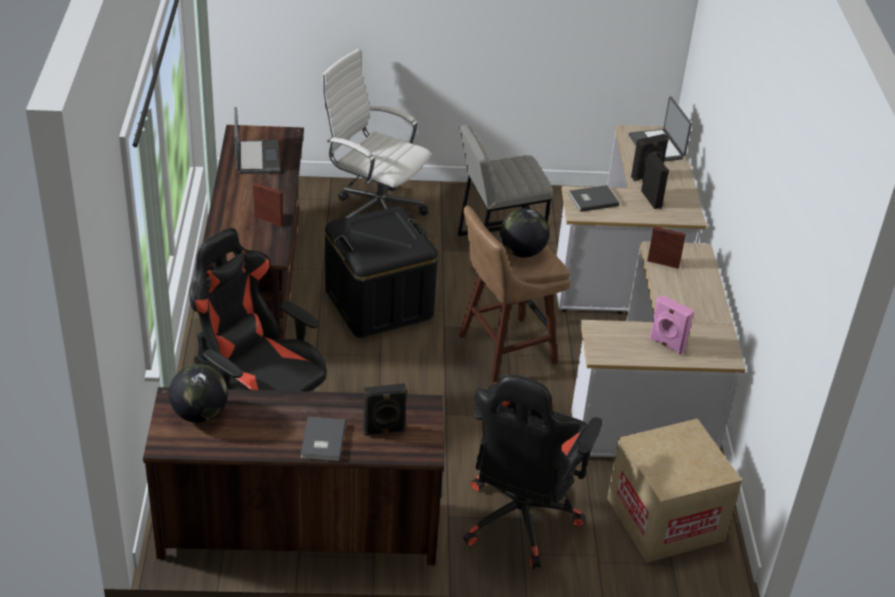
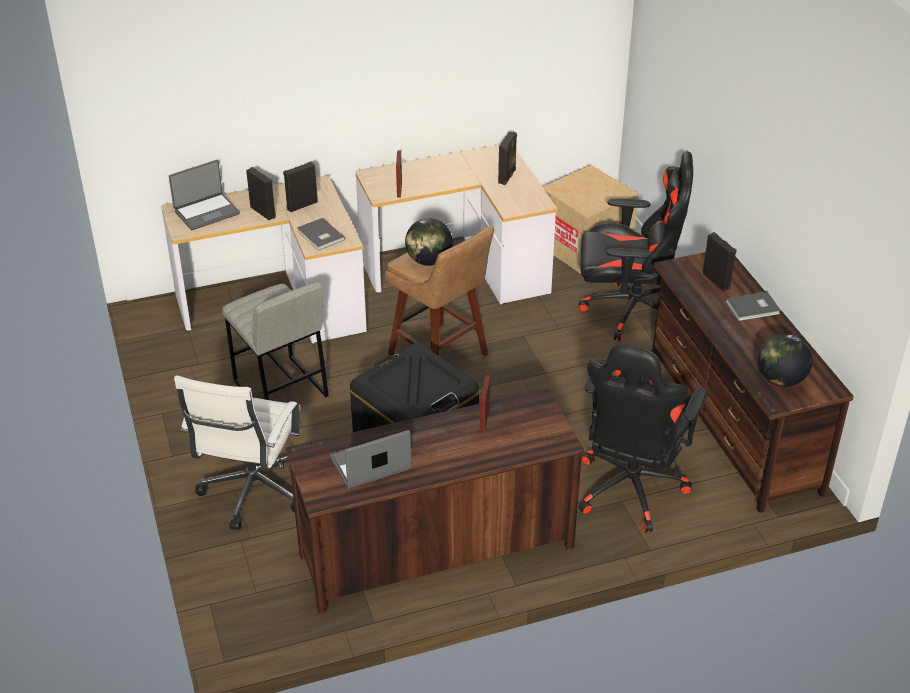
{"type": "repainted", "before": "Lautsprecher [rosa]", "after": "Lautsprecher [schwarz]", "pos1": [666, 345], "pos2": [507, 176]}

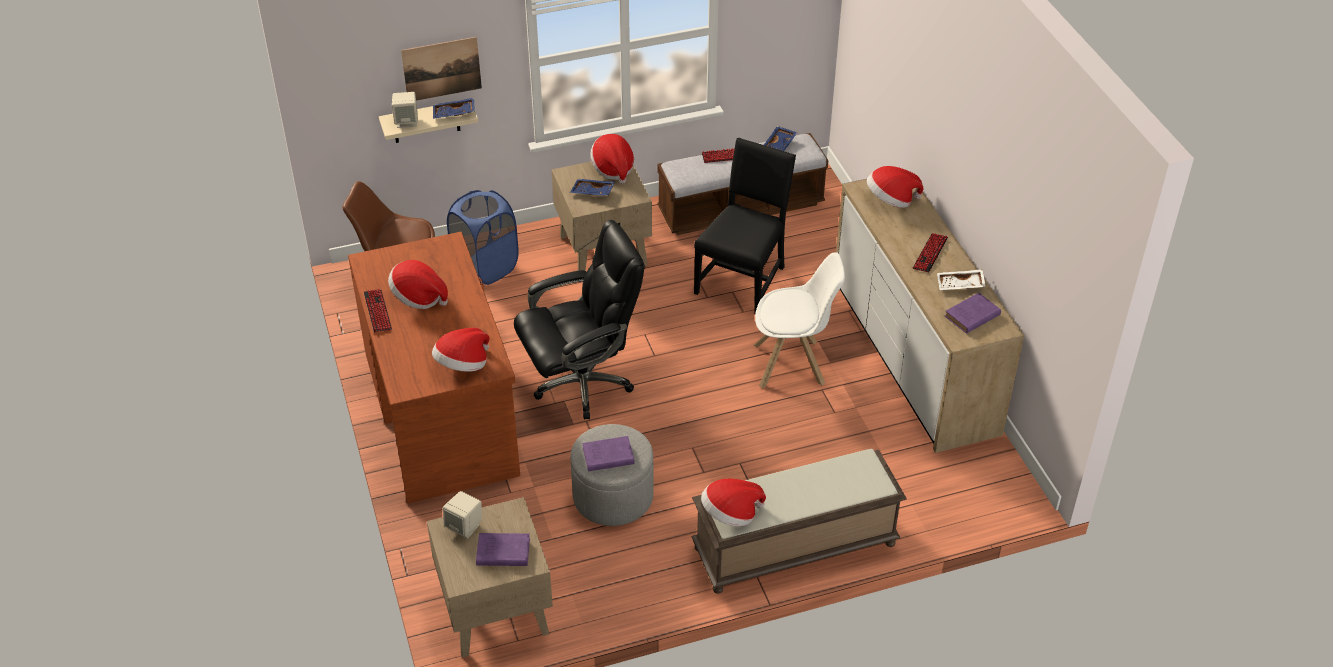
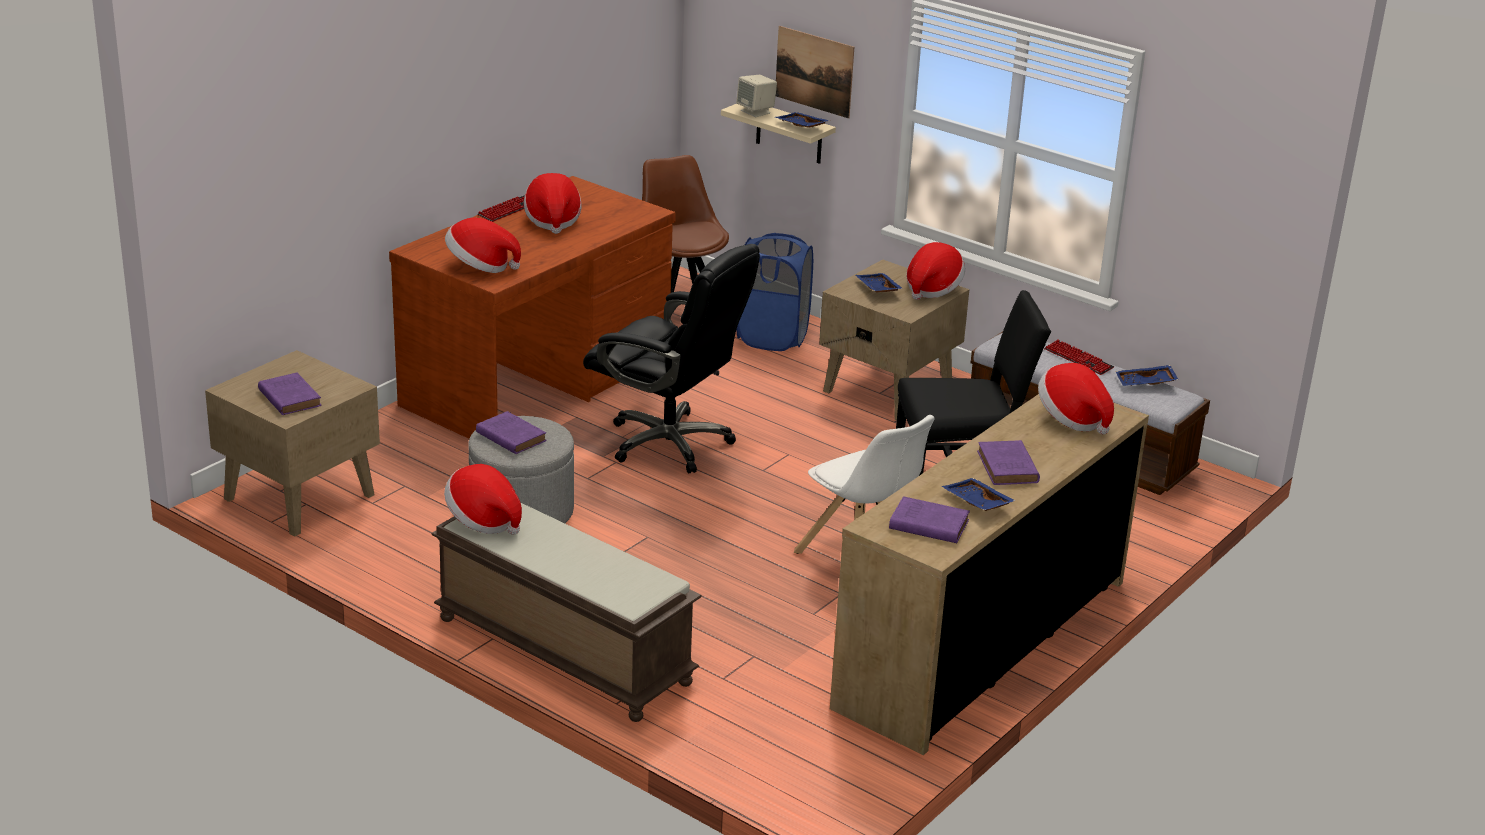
{"type": "repainted", "before": "Tablett [weiß]", "after": "Tablett [blau]", "pos1": [960, 285], "pos2": [976, 503]}
{"type": "swapped", "before": "Tastatur", "after": "Buch [lila]", "pos1": [930, 253], "pos2": [1008, 468]}
{"type": "gone", "before": "Lautsprecher [beige]", "pos1": [464, 526]}

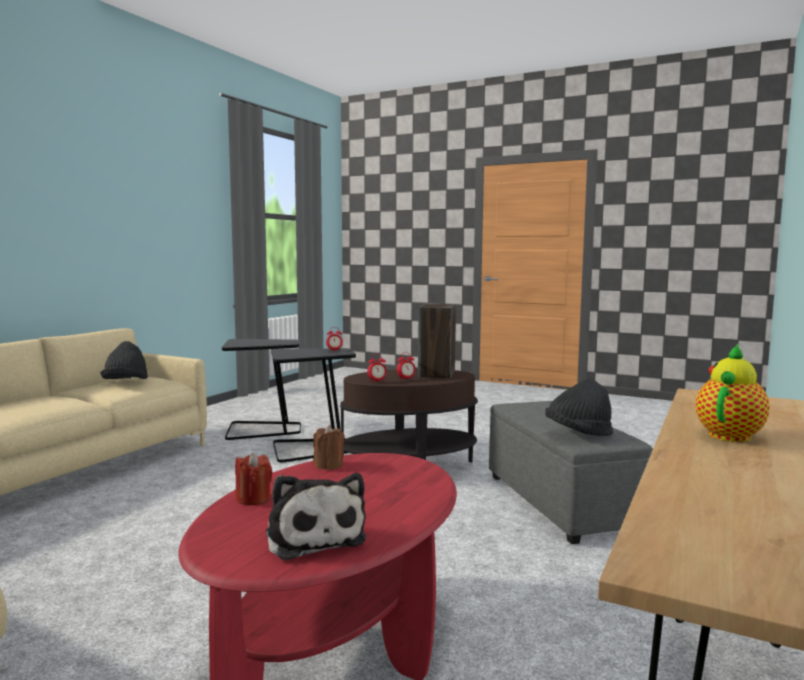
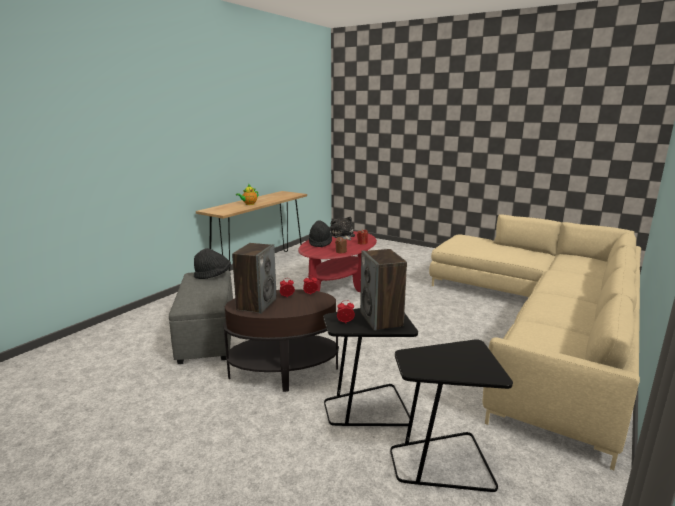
{"type": "shifted", "before": "Hut [schwarz]", "pos1": [126, 383], "pos2": [320, 243]}
{"type": "new", "after": "Lautsprecher", "pos2": [381, 319]}

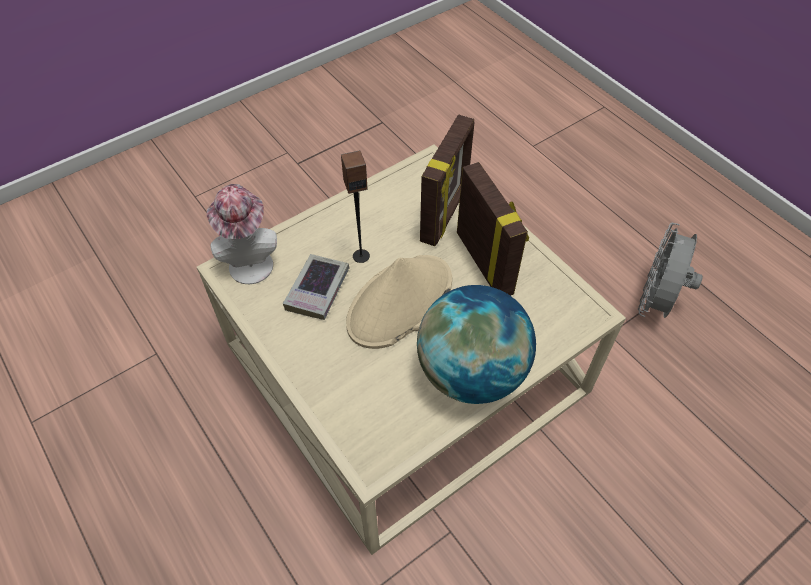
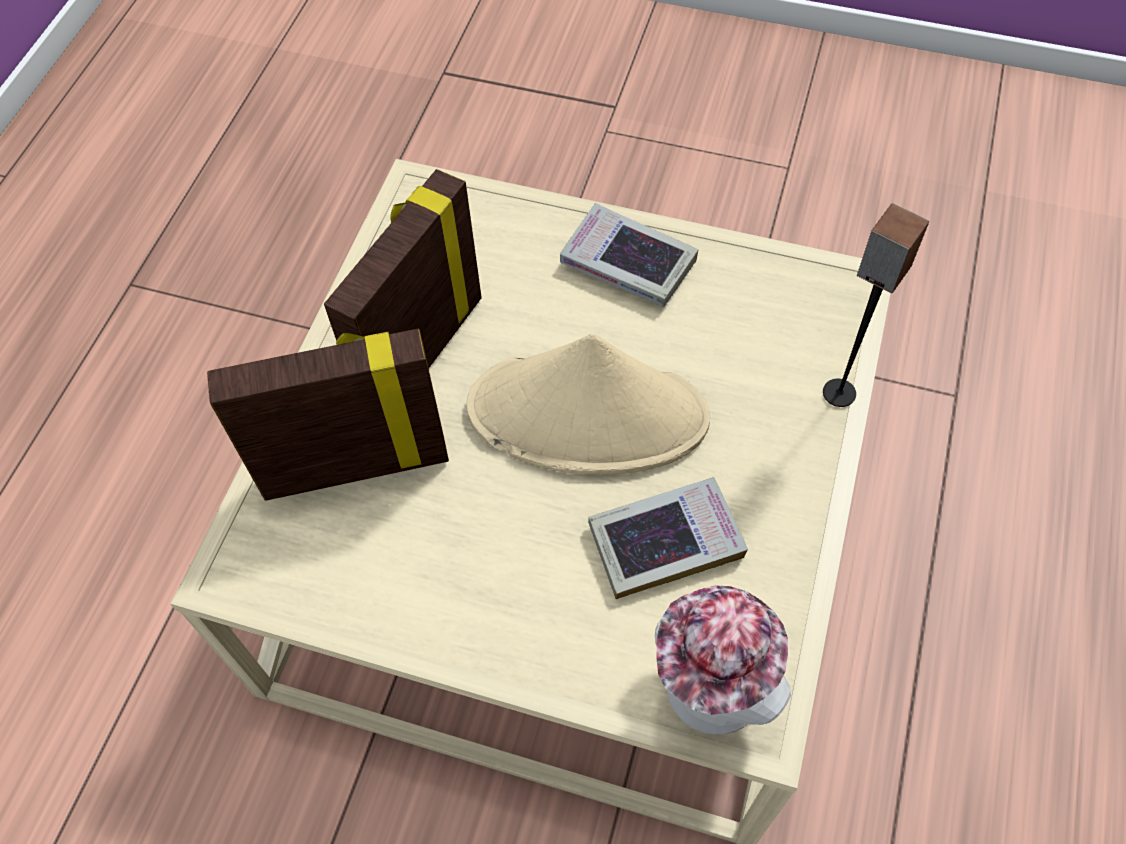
{"type": "swapped", "before": "Globus", "after": "Buch", "pos1": [471, 373], "pos2": [628, 263]}
{"type": "shifted", "before": "Lautsprecher", "pos1": [361, 255], "pos2": [838, 393]}
{"type": "gone", "before": "Ventilator [grau]", "pos1": [656, 302]}

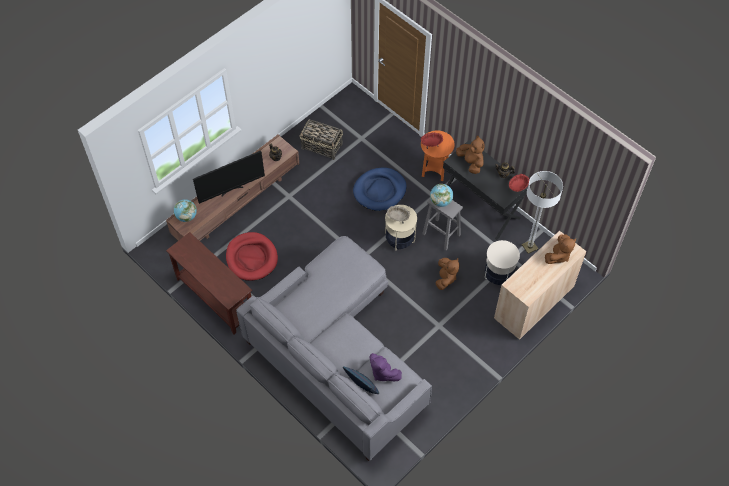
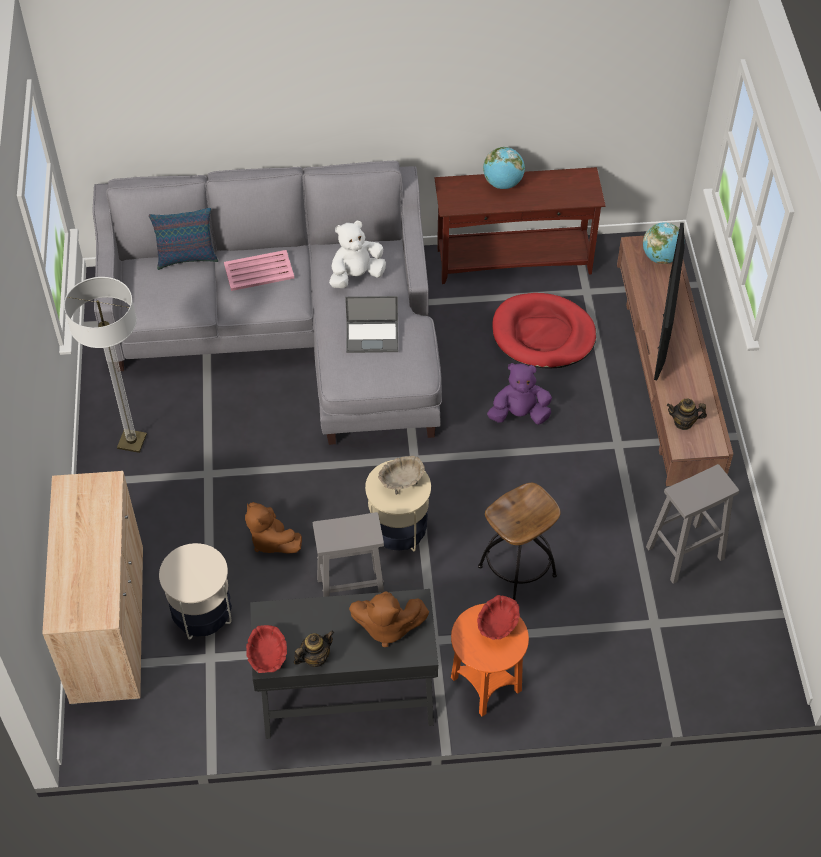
{"type": "shifted", "before": "Stehlampe", "pos1": [529, 247], "pos2": [132, 441]}
{"type": "new", "after": "Tablett [rosa]", "pos2": [258, 271]}
{"type": "new", "after": "Plüschtier [weiß]", "pos2": [356, 275]}
{"type": "new", "after": "Laptop", "pos2": [373, 336]}
{"type": "swapped", "before": "Hundebett [blau]", "after": "Hocker [braun]", "pos1": [380, 191], "pos2": [517, 571]}
{"type": "shifted", "before": "Globus", "pos1": [440, 201], "pos2": [503, 183]}
{"type": "shifted", "before": "Plüschtier [lila]", "pos1": [382, 373], "pos2": [519, 414]}
{"type": "swapped", "before": "Korb", "after": "Hocker [grau]", "pos1": [322, 146], "pos2": [684, 553]}
{"type": "gone", "before": "Plüschtier [braun]", "pos1": [558, 255]}

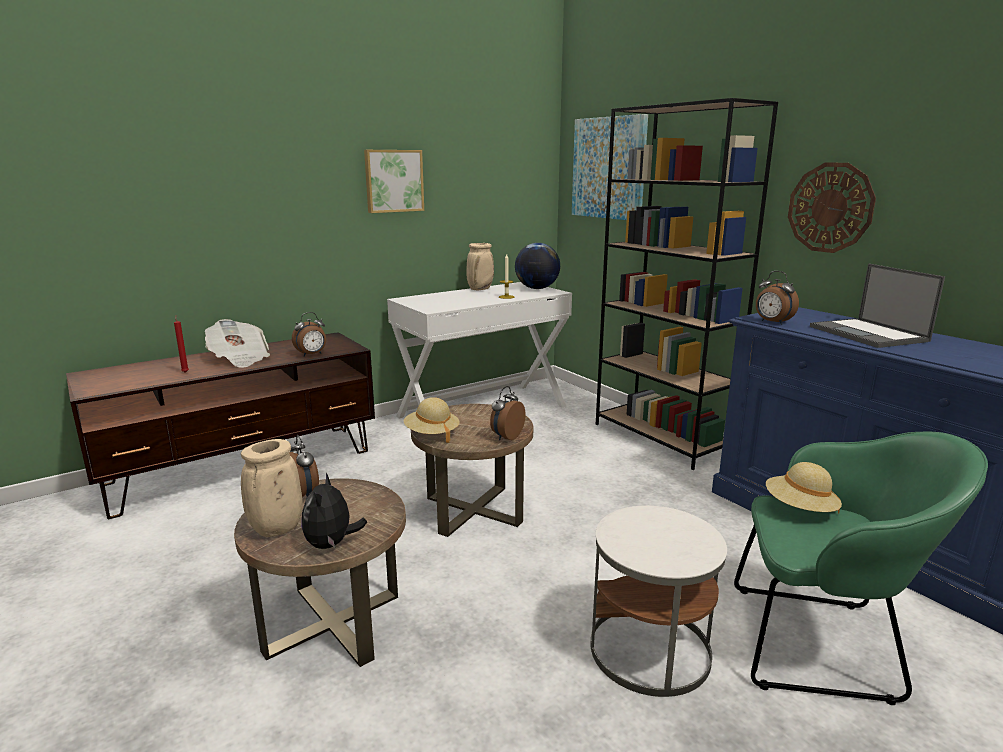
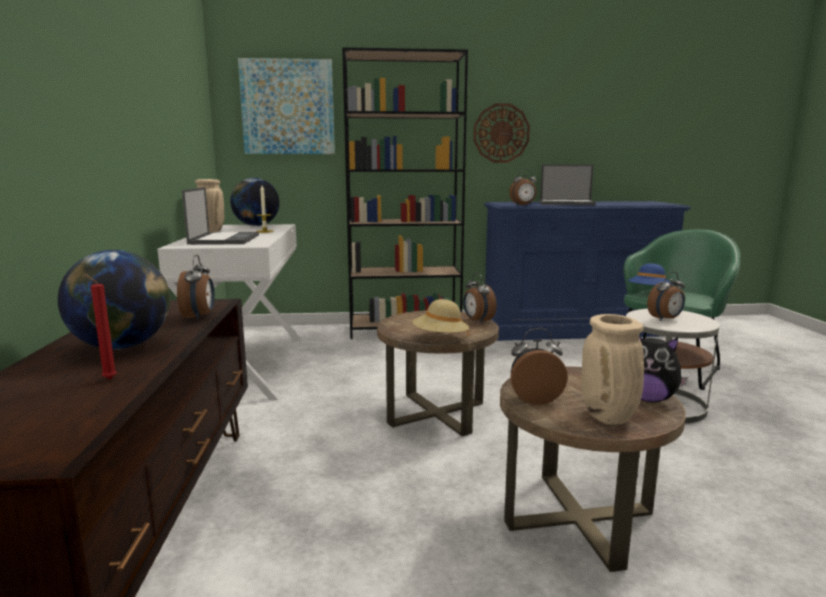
{"type": "swapped", "before": "Zeitung", "after": "Globus", "pos1": [239, 359], "pos2": [122, 347]}
{"type": "new", "after": "Laptop", "pos2": [225, 239]}
{"type": "repainted", "before": "Hut [beige]", "after": "Hut [blau]", "pos1": [800, 509], "pos2": [649, 293]}
{"type": "new", "after": "Wecker", "pos2": [665, 319]}
{"type": "gone", "before": "Bild", "pos1": [393, 181]}

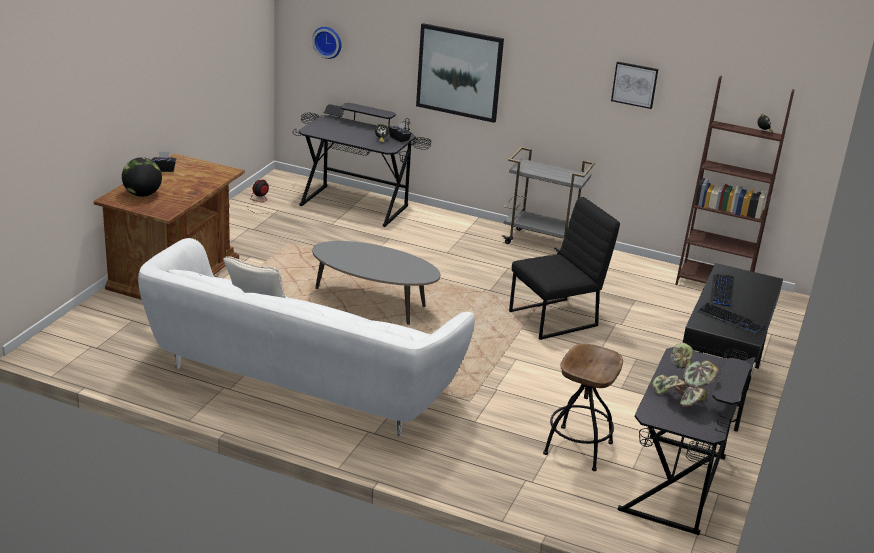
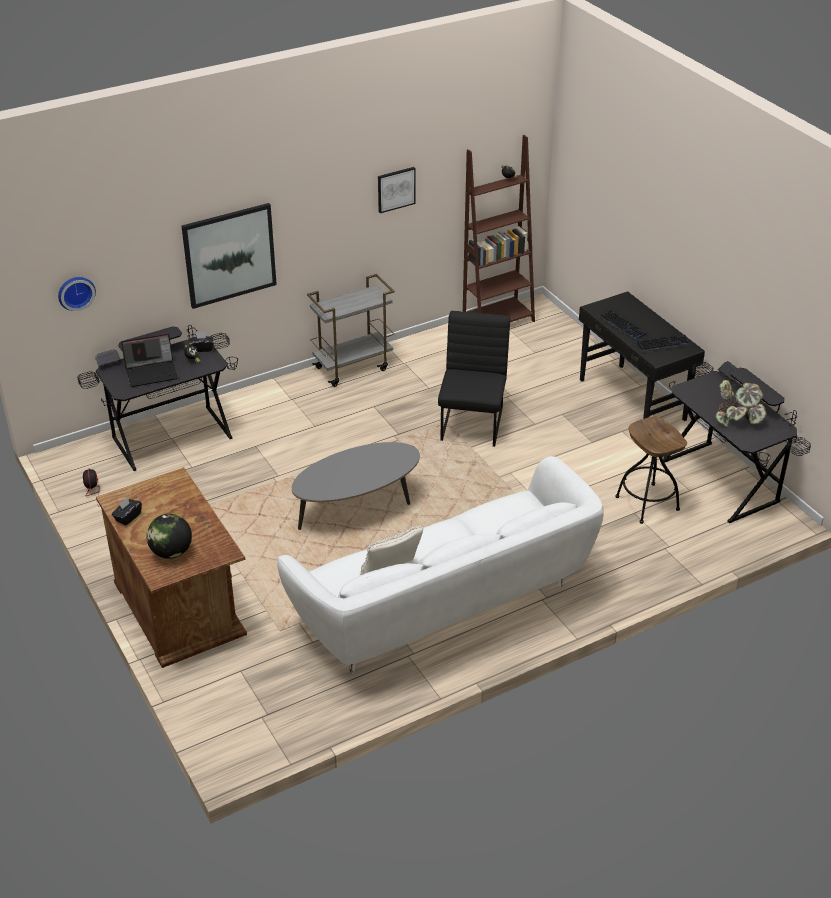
{"type": "new", "after": "Laptop", "pos2": [152, 372]}

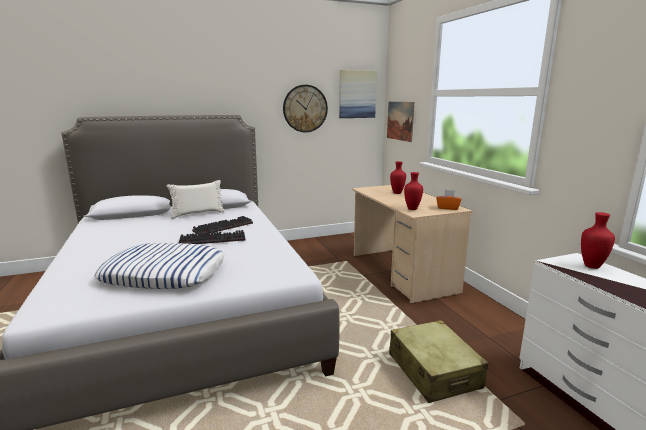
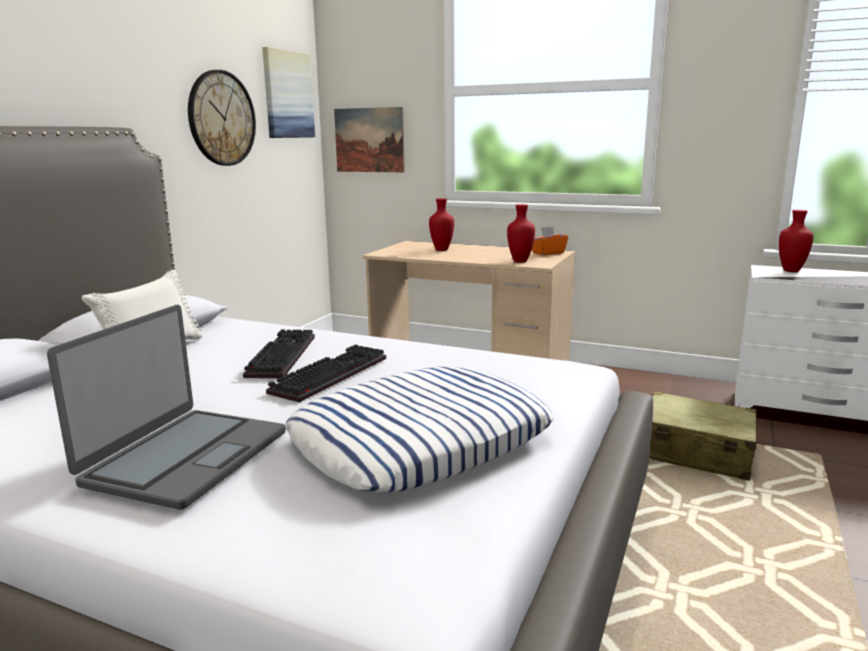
{"type": "new", "after": "Laptop", "pos2": [185, 457]}

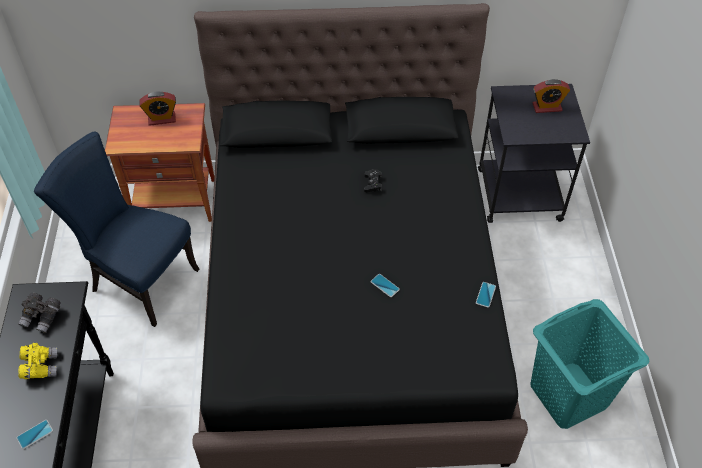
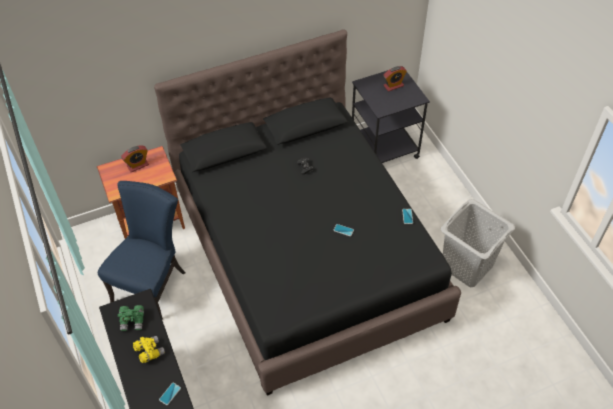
{"type": "rotated", "before": "Stuhl [blau]", "pos1": [139, 279], "pos2": [152, 284], "turn": 105}
{"type": "repainted", "before": "Fernglas [grau]", "after": "Fernglas [grün]", "pos1": [42, 317], "pos2": [133, 321]}
{"type": "repainted", "before": "Wäschekorb [türkis]", "after": "Wäschekorb [grau]", "pos1": [568, 395], "pos2": [467, 266]}

